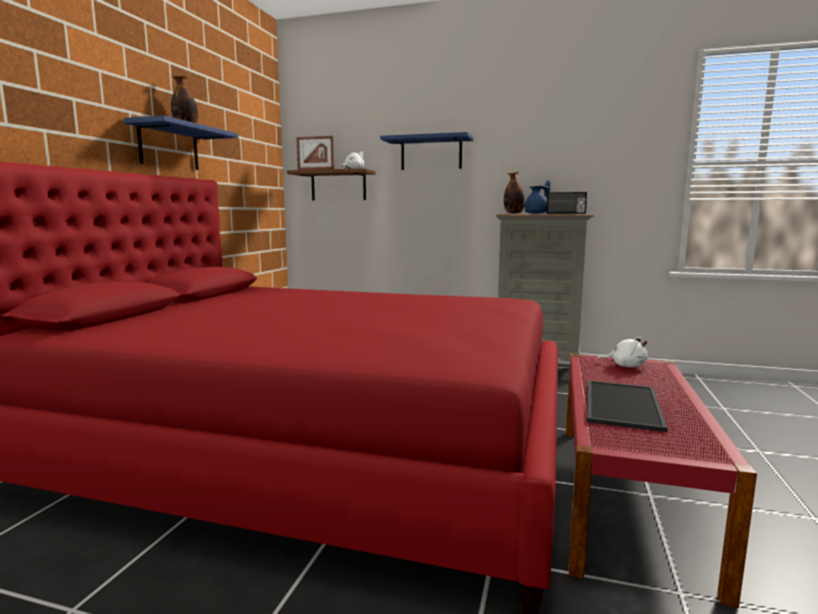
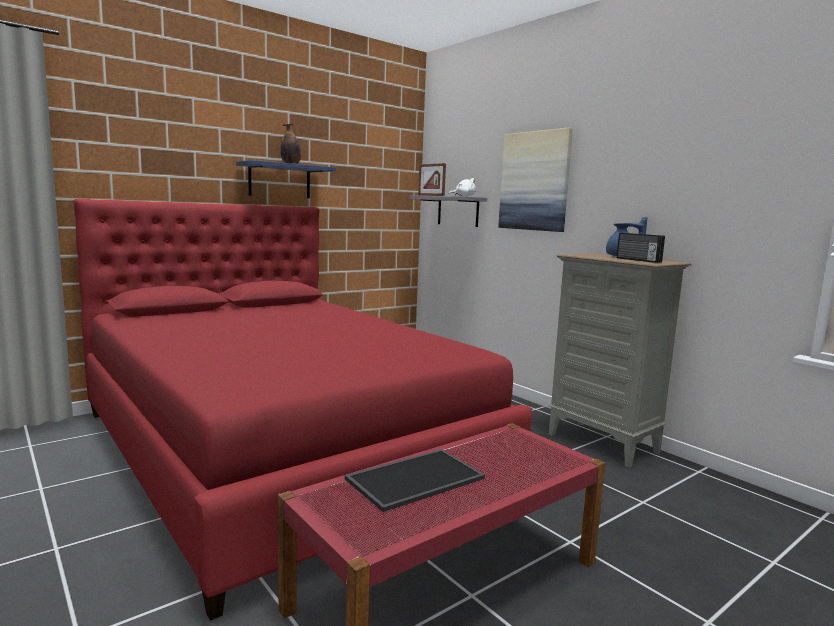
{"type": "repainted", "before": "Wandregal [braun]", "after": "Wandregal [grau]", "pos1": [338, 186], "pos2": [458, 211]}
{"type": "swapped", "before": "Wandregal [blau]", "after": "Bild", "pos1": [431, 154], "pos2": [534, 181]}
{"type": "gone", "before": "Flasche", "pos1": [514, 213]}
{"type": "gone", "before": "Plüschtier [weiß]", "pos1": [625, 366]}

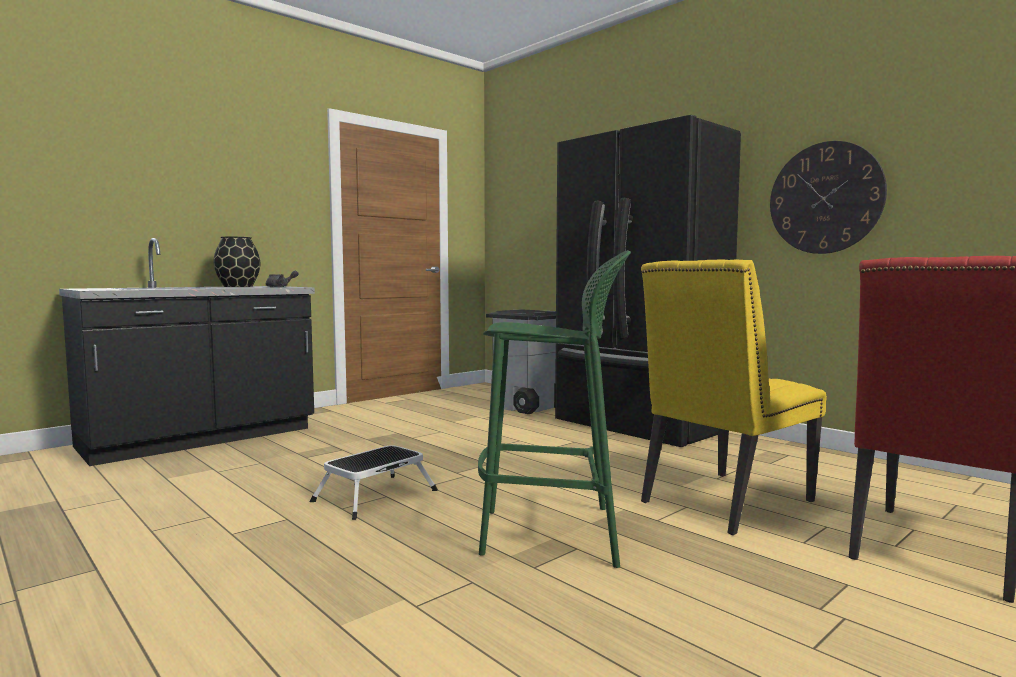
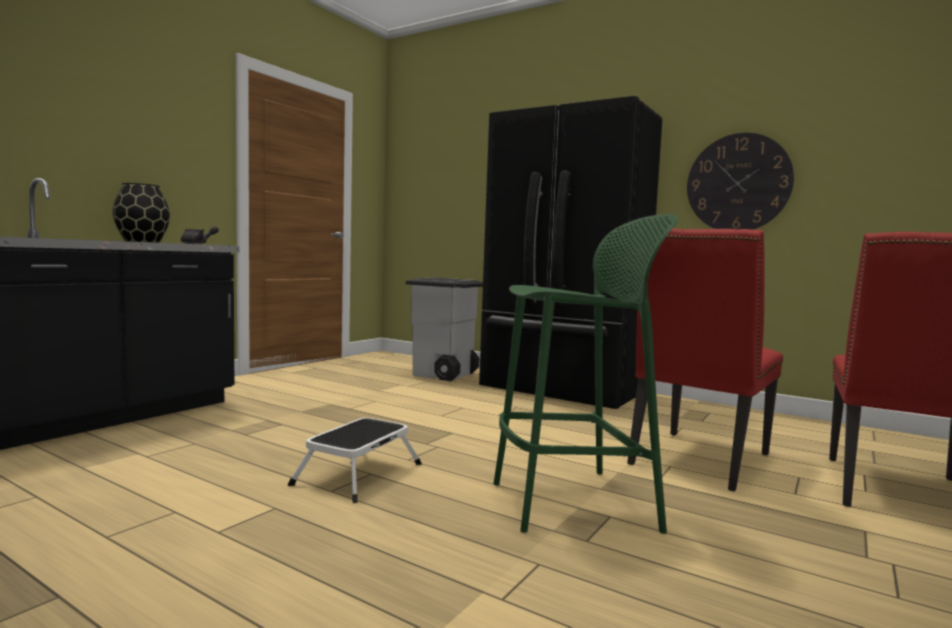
{"type": "repainted", "before": "Stuhl [gelb]", "after": "Stuhl [rot]", "pos1": [727, 501], "pos2": [699, 458]}

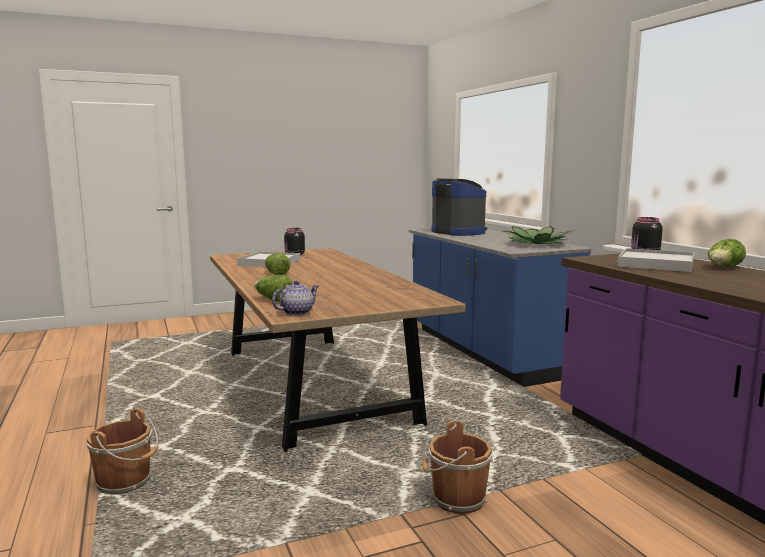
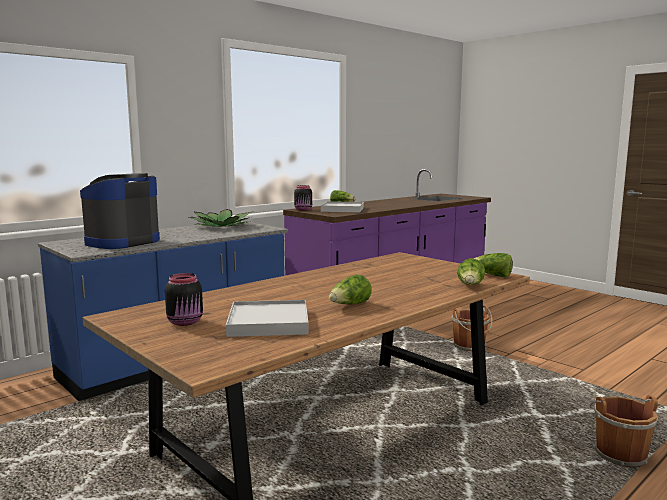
{"type": "swapped", "before": "Teekanne", "after": "Salatkopf", "pos1": [296, 312], "pos2": [492, 275]}

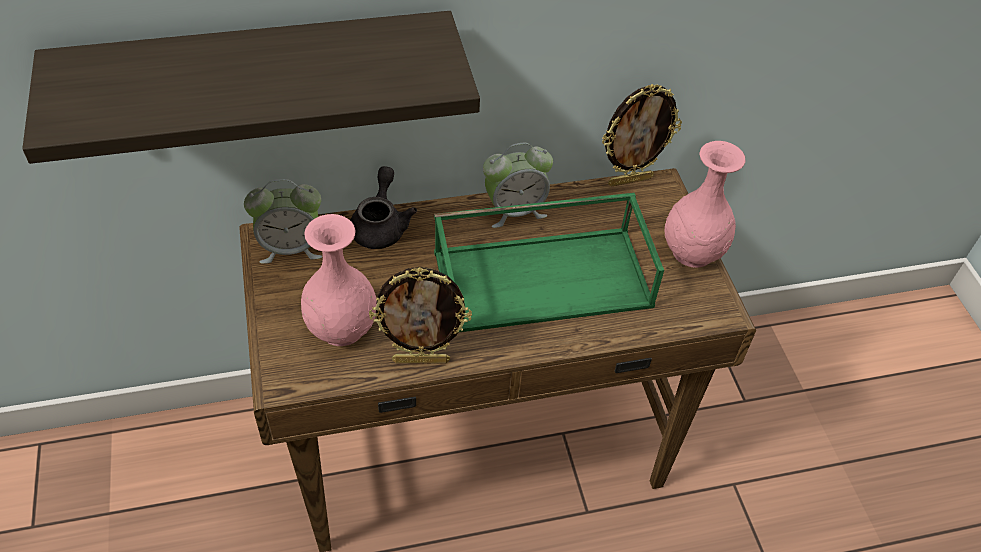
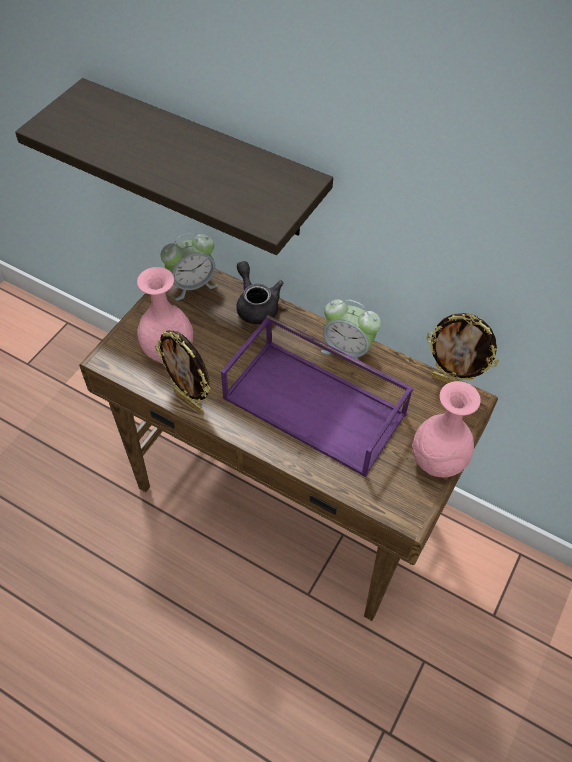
{"type": "rotated", "before": "Wecker", "pos1": [290, 247], "pos2": [192, 284], "turn": -60}
{"type": "repainted", "before": "Tablett [grün]", "after": "Tablett [lila]", "pos1": [544, 277], "pos2": [316, 405]}
{"type": "rotated", "before": "Teekanne [grau]", "pos1": [381, 225], "pos2": [256, 305], "turn": -75}

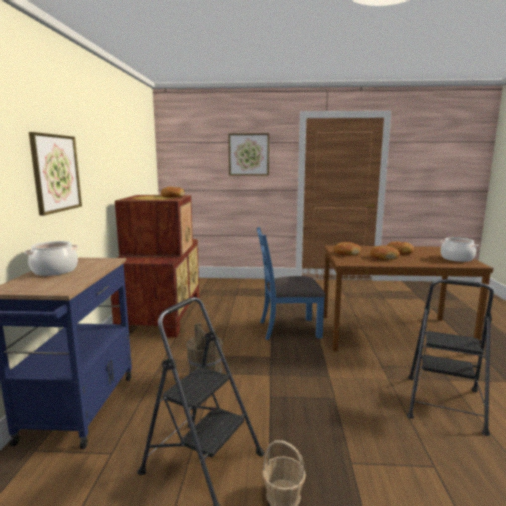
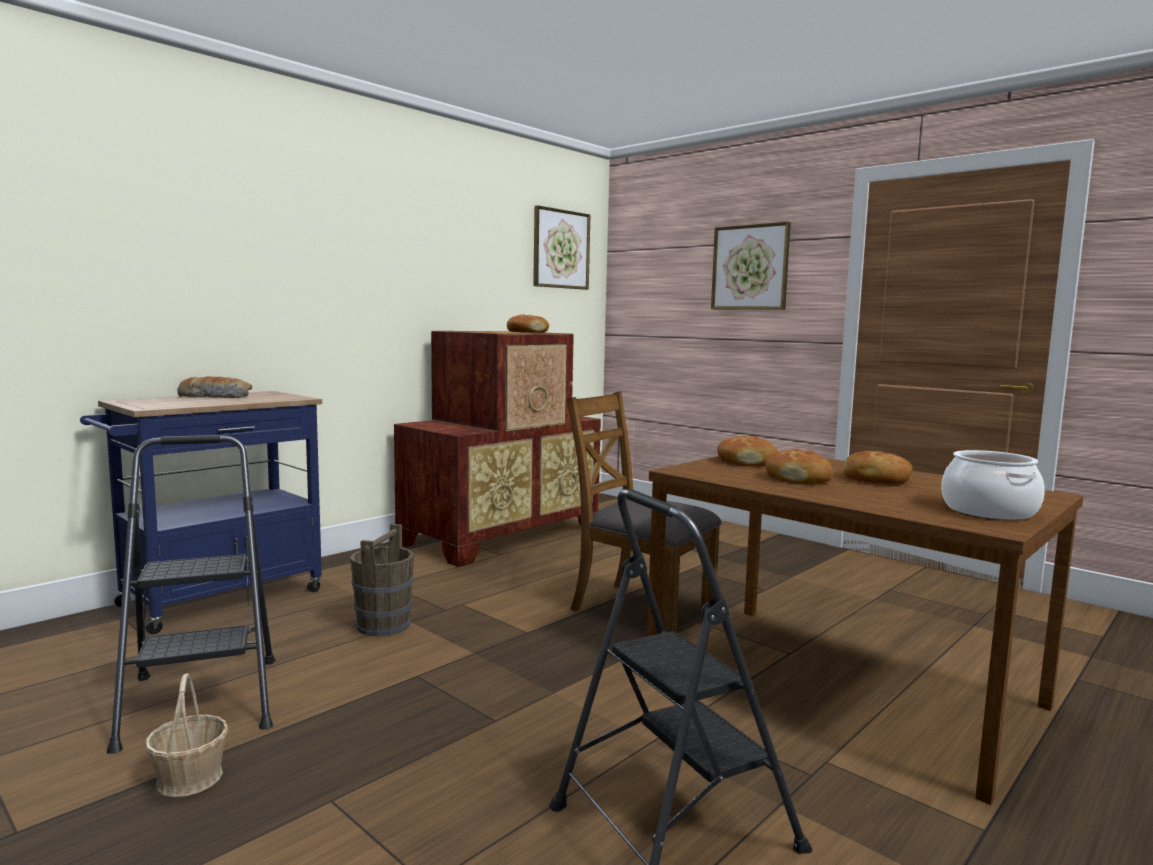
{"type": "swapped", "before": "Kochtopf", "after": "Brot", "pos1": [55, 271], "pos2": [216, 397]}
{"type": "shifted", "before": "Bild", "pos1": [56, 173], "pos2": [561, 249]}
{"type": "repainted", "before": "Stuhl [blau]", "after": "Stuhl [braun]", "pos1": [288, 329], "pos2": [640, 608]}

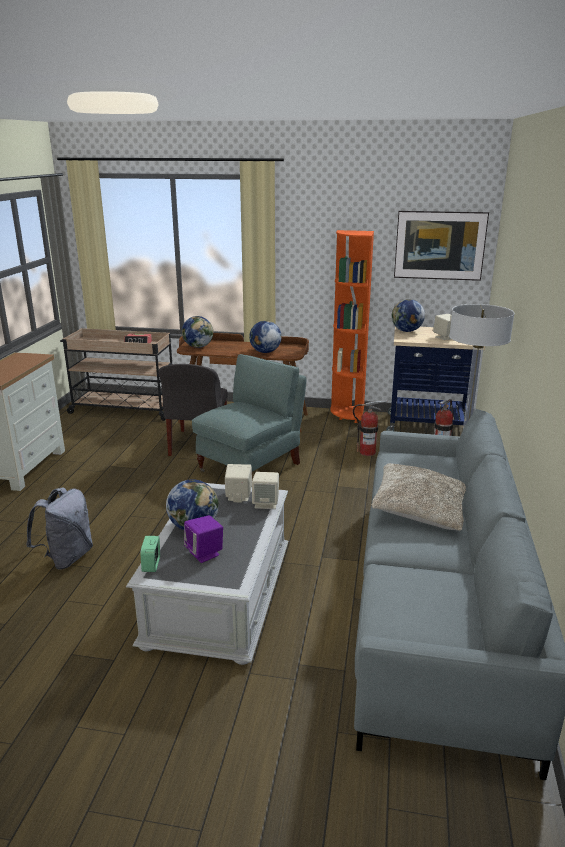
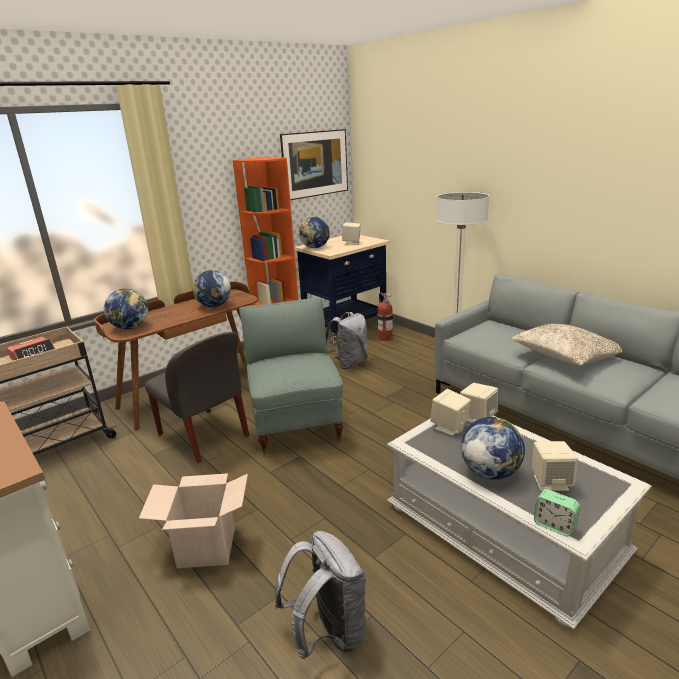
{"type": "new", "after": "Karton", "pos2": [206, 548]}
{"type": "swapped", "before": "Feuerlöscher", "after": "Rucksack [grau]", "pos1": [367, 452], "pos2": [349, 363]}
{"type": "repainted", "before": "Lautsprecher [lila]", "after": "Lautsprecher [beige]", "pos1": [204, 553], "pos2": [550, 482]}

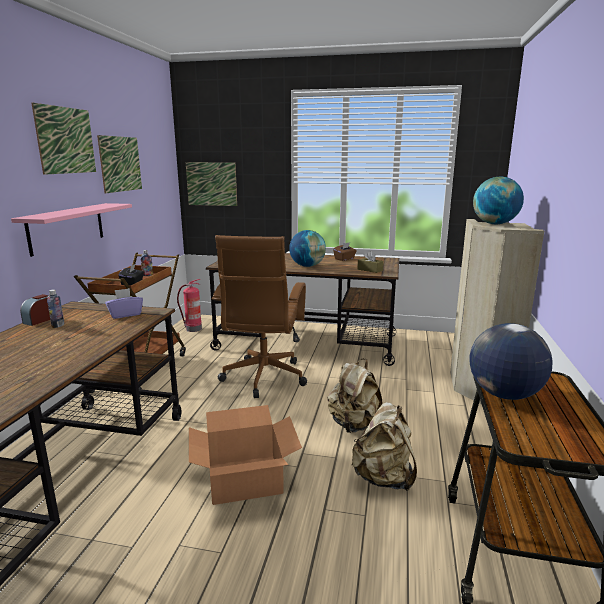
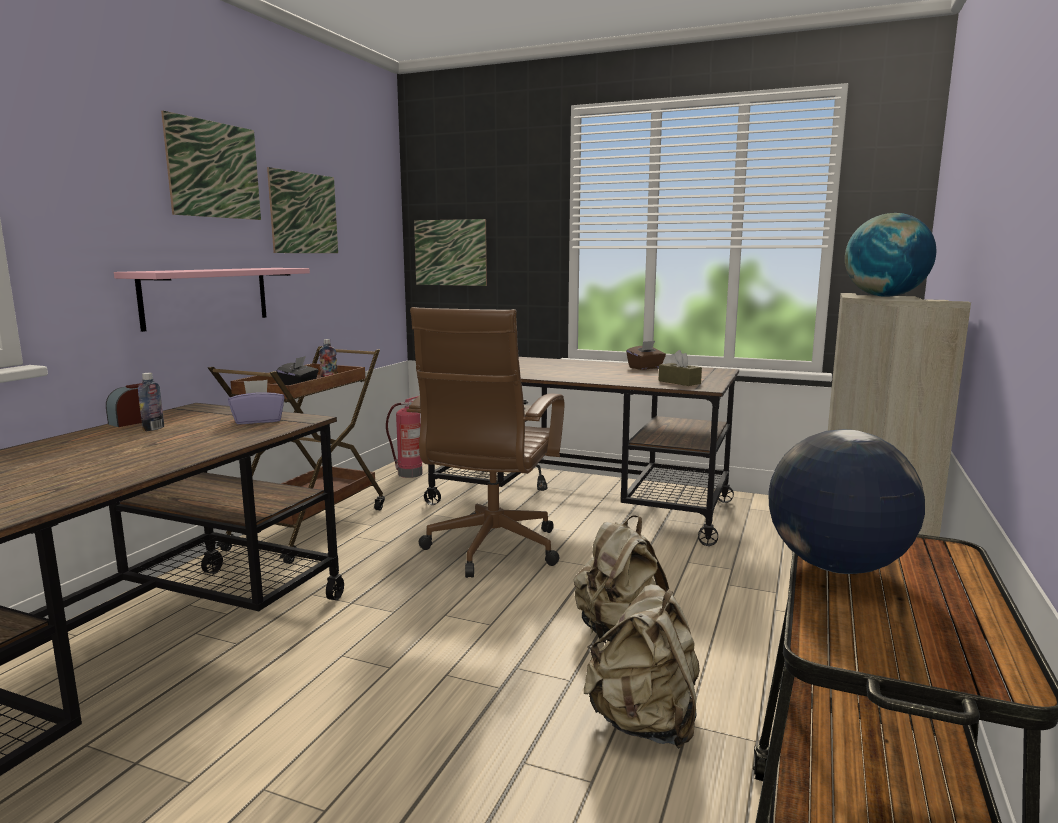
{"type": "gone", "before": "Karton", "pos1": [244, 478]}
{"type": "gone", "before": "Globus", "pos1": [307, 266]}

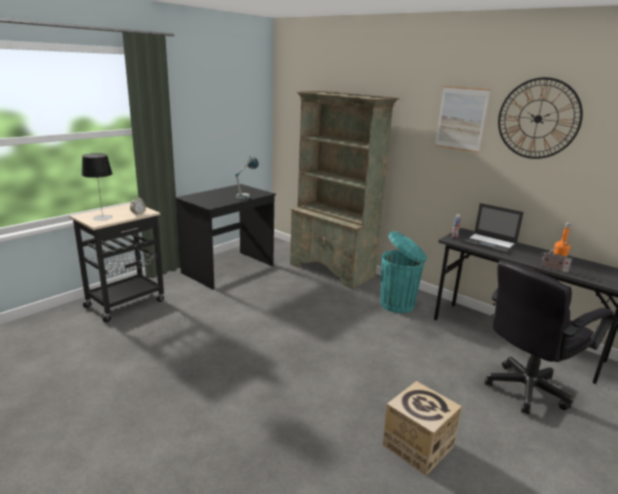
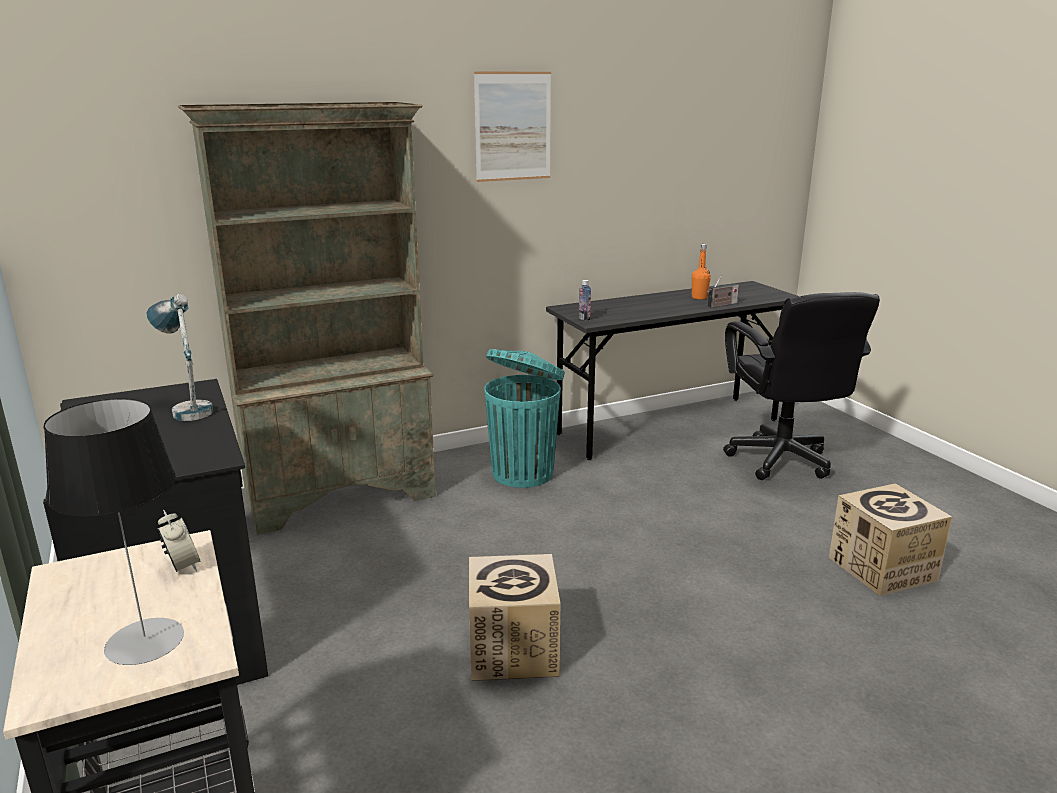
{"type": "new", "after": "Karton", "pos2": [513, 650]}
{"type": "gone", "before": "Laptop", "pos1": [490, 244]}
{"type": "gone", "before": "Wanduhr", "pos1": [538, 119]}

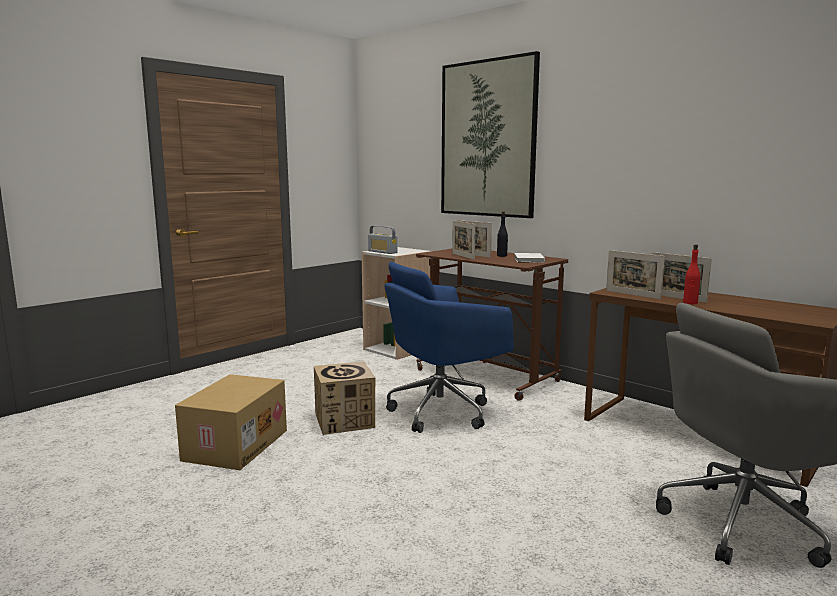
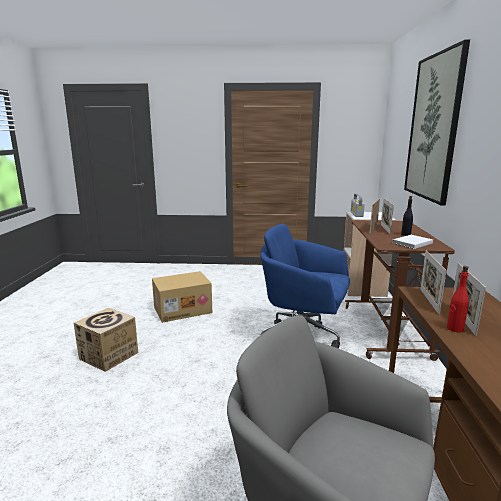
{"type": "shifted", "before": "Karton", "pos1": [344, 421], "pos2": [109, 356]}

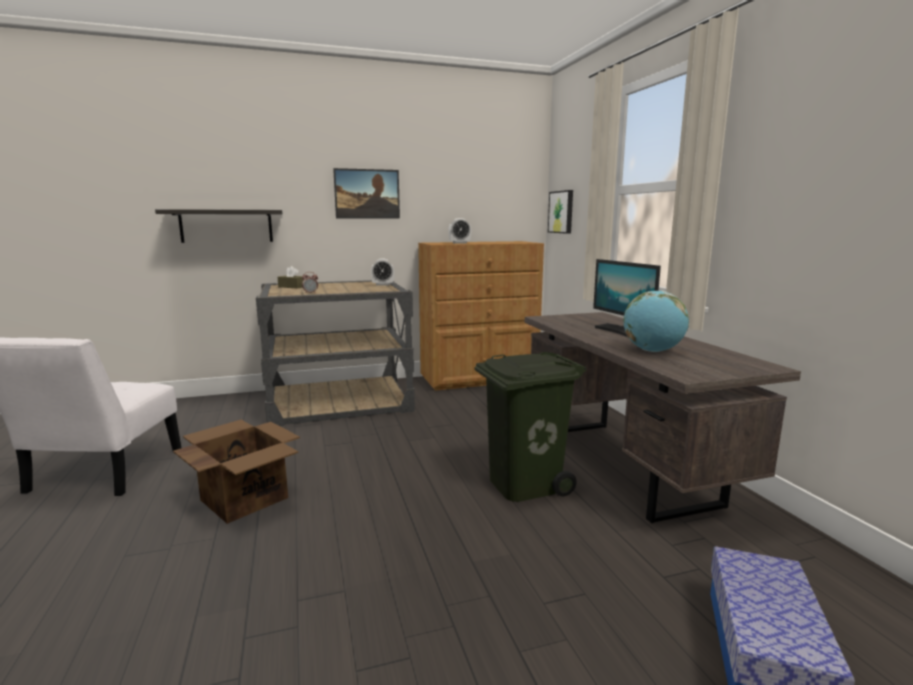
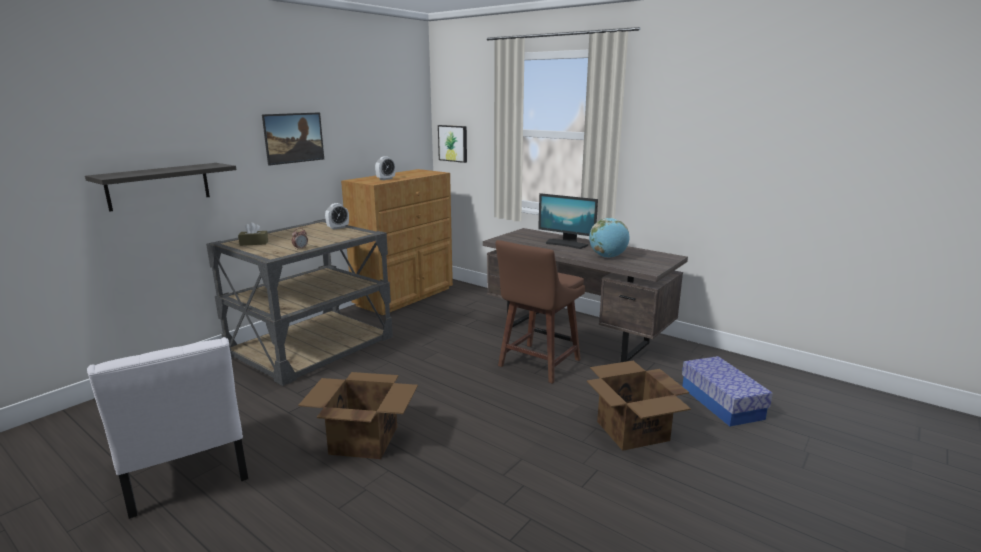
{"type": "swapped", "before": "Mülleimer [grün]", "after": "Hocker [braun]", "pos1": [524, 483], "pos2": [537, 364]}
{"type": "new", "after": "Karton", "pos2": [632, 431]}

